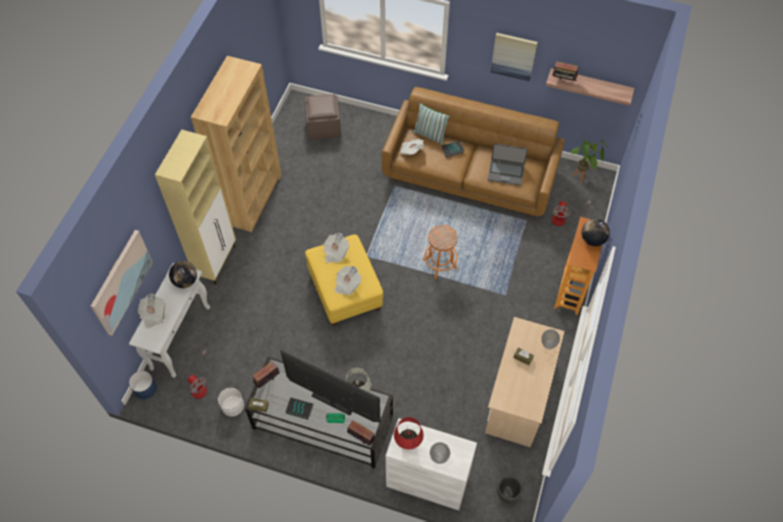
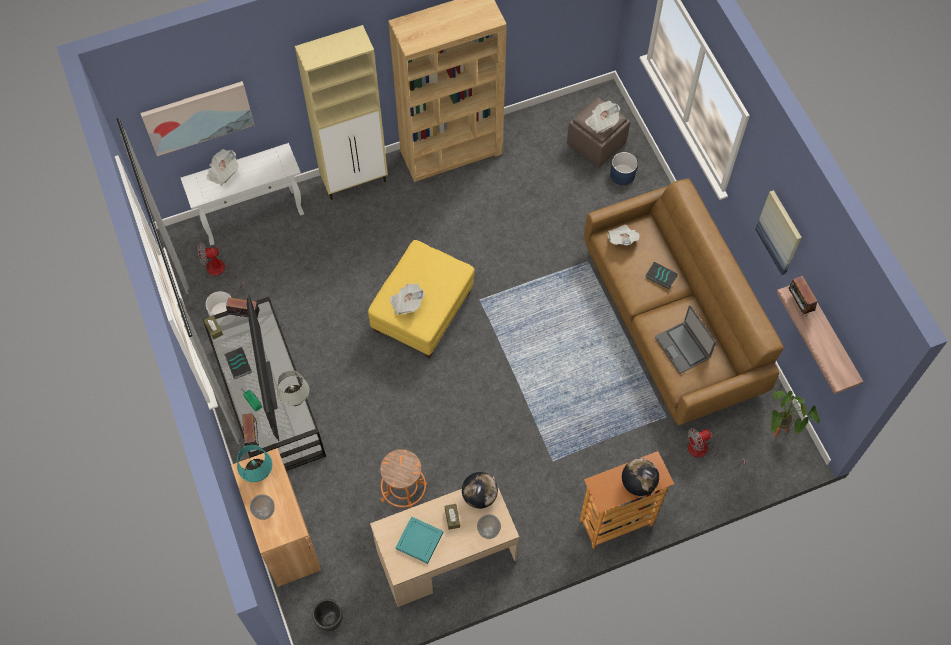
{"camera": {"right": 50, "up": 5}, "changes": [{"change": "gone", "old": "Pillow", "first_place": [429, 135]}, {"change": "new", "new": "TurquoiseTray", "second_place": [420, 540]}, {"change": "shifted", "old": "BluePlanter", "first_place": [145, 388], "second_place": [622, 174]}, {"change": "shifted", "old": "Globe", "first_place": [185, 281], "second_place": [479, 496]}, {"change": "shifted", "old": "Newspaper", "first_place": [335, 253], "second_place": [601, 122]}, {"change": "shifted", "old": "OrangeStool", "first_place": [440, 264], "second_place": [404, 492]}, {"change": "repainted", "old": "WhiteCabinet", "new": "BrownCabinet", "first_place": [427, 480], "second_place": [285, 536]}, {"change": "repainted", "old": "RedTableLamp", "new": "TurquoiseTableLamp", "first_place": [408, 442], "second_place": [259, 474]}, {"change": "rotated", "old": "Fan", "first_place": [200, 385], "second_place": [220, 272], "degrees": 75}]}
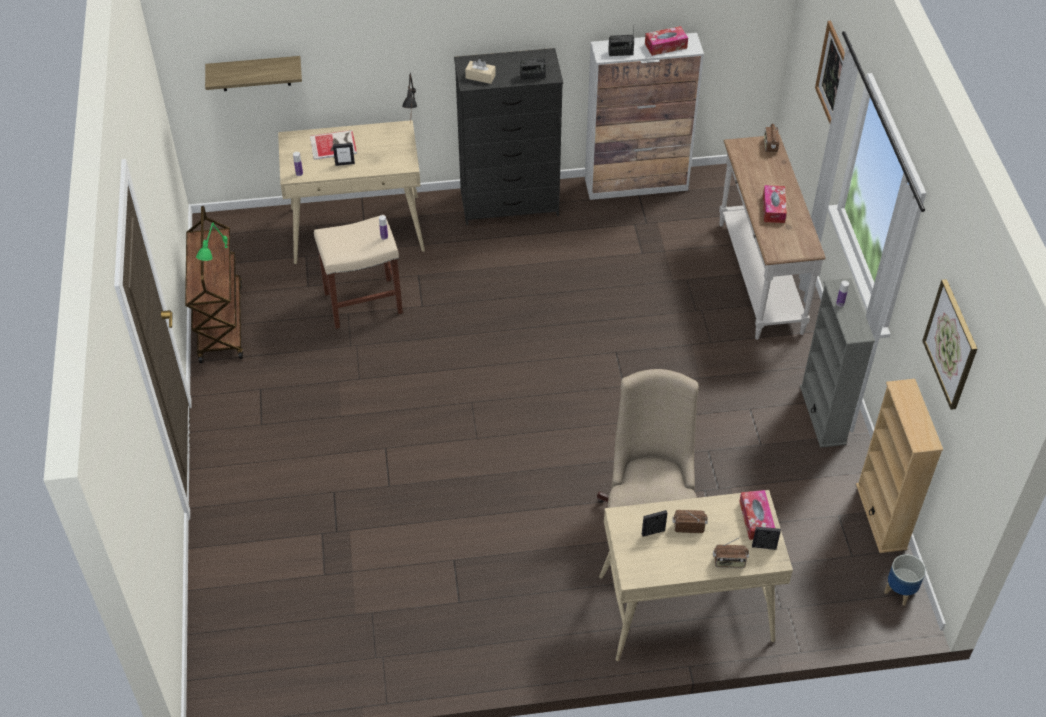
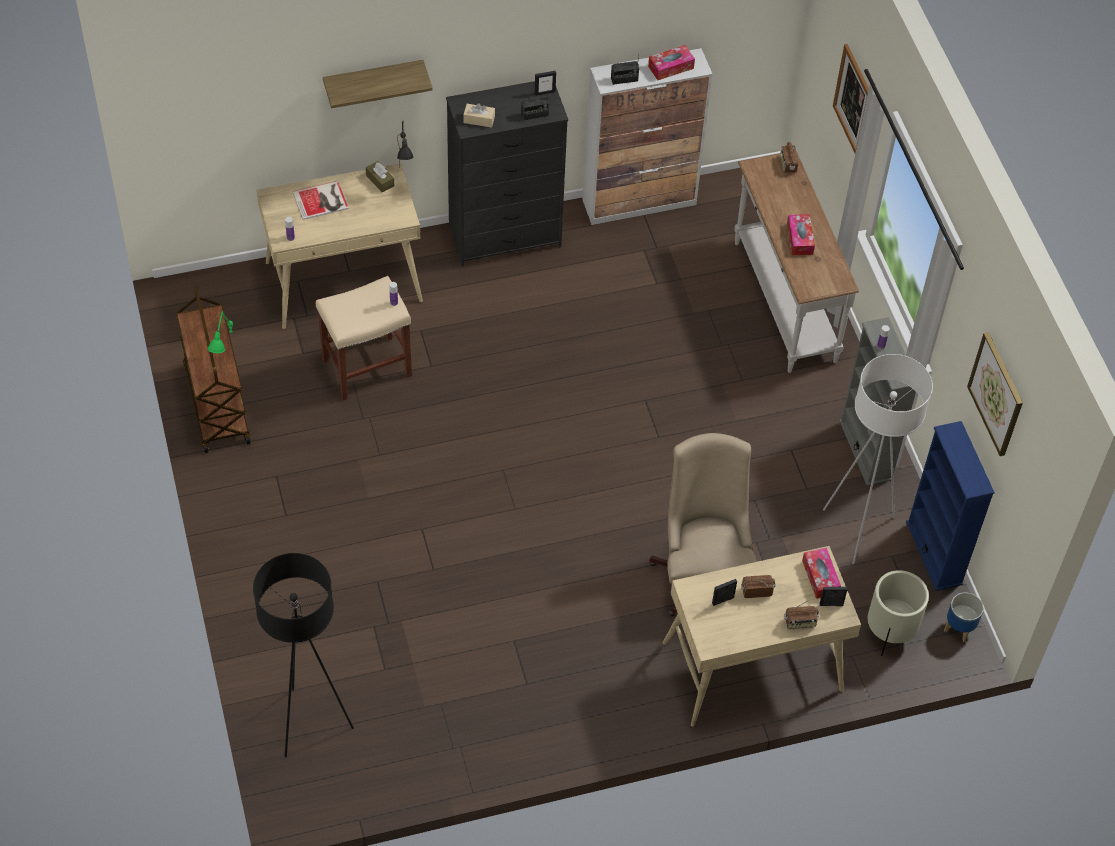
{"camera": {"right": -10, "up": 5}, "changes": [{"change": "new", "new": "BlackFloorLamp", "second_place": [310, 723]}, {"change": "new", "new": "BrownTissueBox", "second_place": [380, 180]}, {"change": "new", "new": "WhiteFloorLamp", "second_place": [858, 530]}, {"change": "new", "new": "BeigePlanter", "second_place": [889, 633]}, {"change": "shifted", "old": "Shelf", "first_place": [255, 73], "second_place": [373, 81]}, {"change": "shifted", "old": "PictureFrame", "first_place": [345, 163], "second_place": [544, 92]}, {"change": "repainted", "old": "BeigeBookcase", "new": "BlueBookcase", "first_place": [881, 516], "second_place": [934, 553]}]}
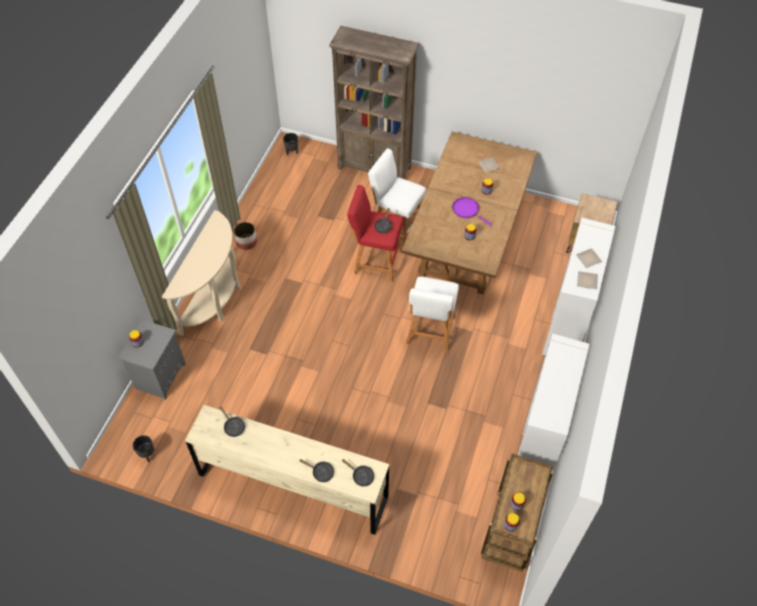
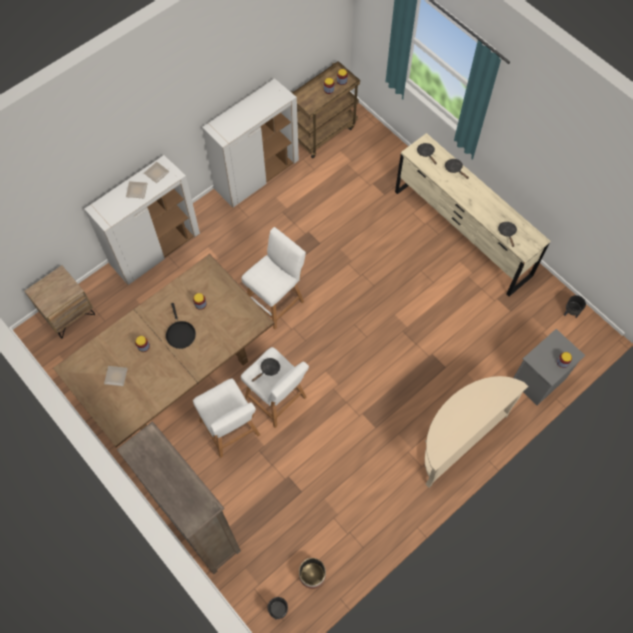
{"camera": {"right": -150, "up": 10}, "changes": [{"change": "shifted", "old": "Planter", "first_place": [246, 242], "second_place": [312, 575]}, {"change": "repainted", "old": "RedStool", "new": "WhiteStool", "first_place": [375, 261], "second_place": [277, 400]}, {"change": "repainted", "old": "PurpleFryingPan", "new": "BlackFryingPan", "first_place": [467, 210], "second_place": [180, 333]}]}
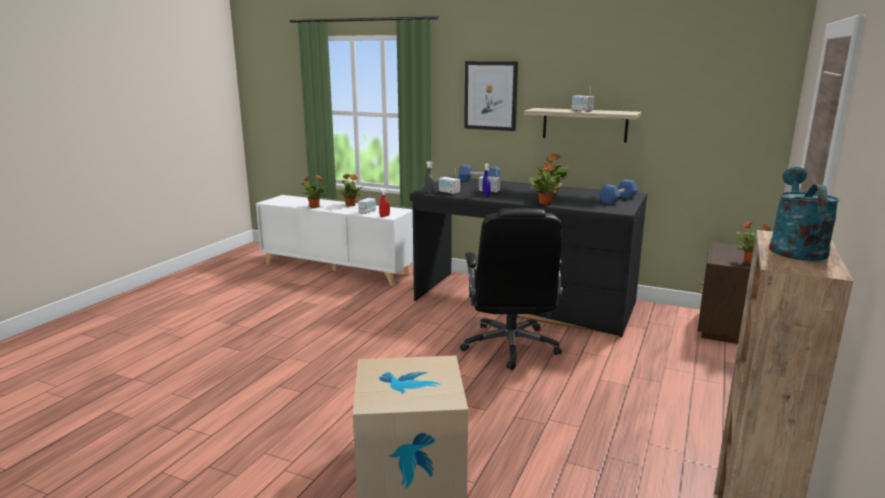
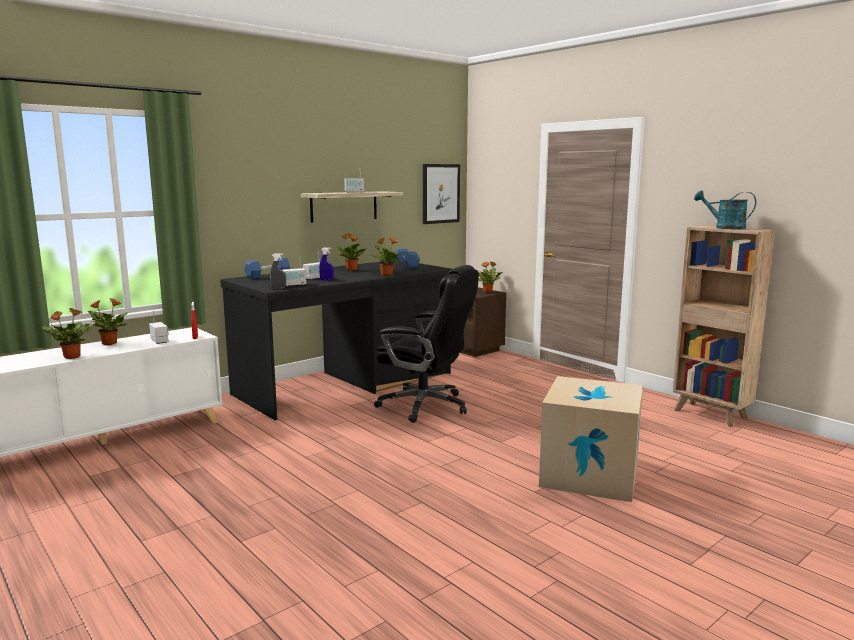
{"camera": {"right": -65, "up": -5}, "changes": [{"change": "shifted", "old": "Picture", "first_place": [491, 95], "second_place": [440, 193]}]}
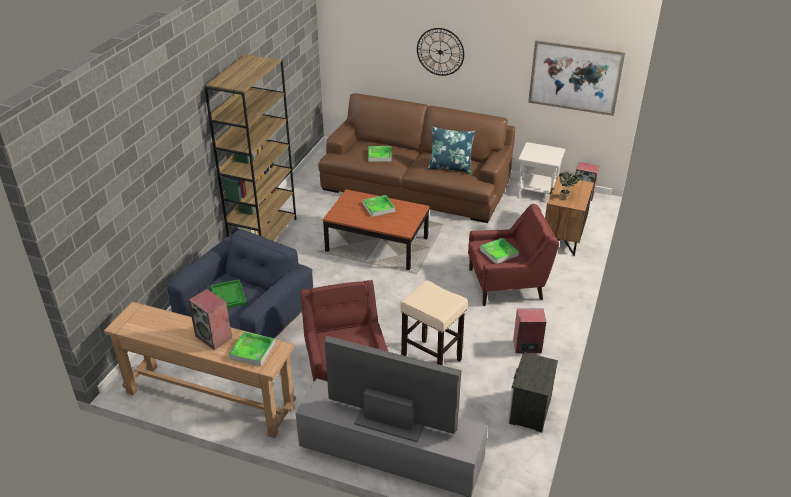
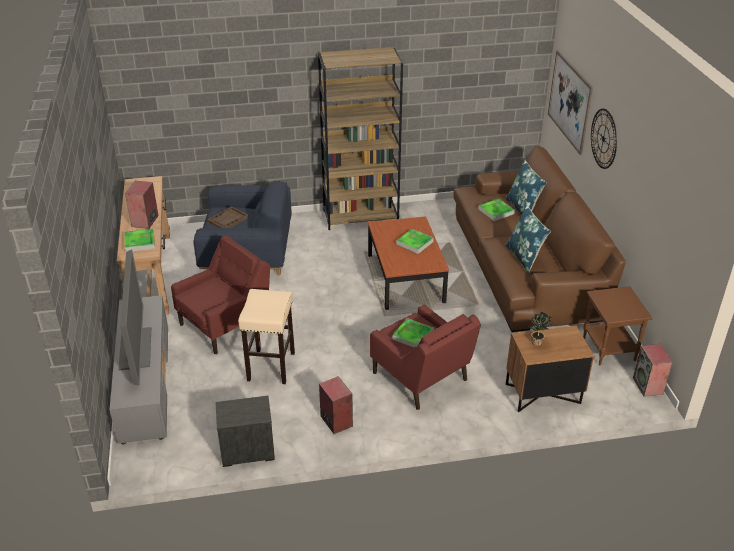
{"camera": {"right": 60, "up": 0}, "changes": [{"change": "new", "new": "BluePillow", "second_place": [523, 208]}, {"change": "shifted", "old": "Picture", "first_place": [575, 78], "second_place": [569, 101]}, {"change": "repainted", "old": "GreenTray", "new": "BrownTray", "first_place": [228, 296], "second_place": [228, 220]}, {"change": "repainted", "old": "WhiteSideTable", "new": "BrownSideTable", "first_place": [537, 192], "second_place": [610, 349]}]}
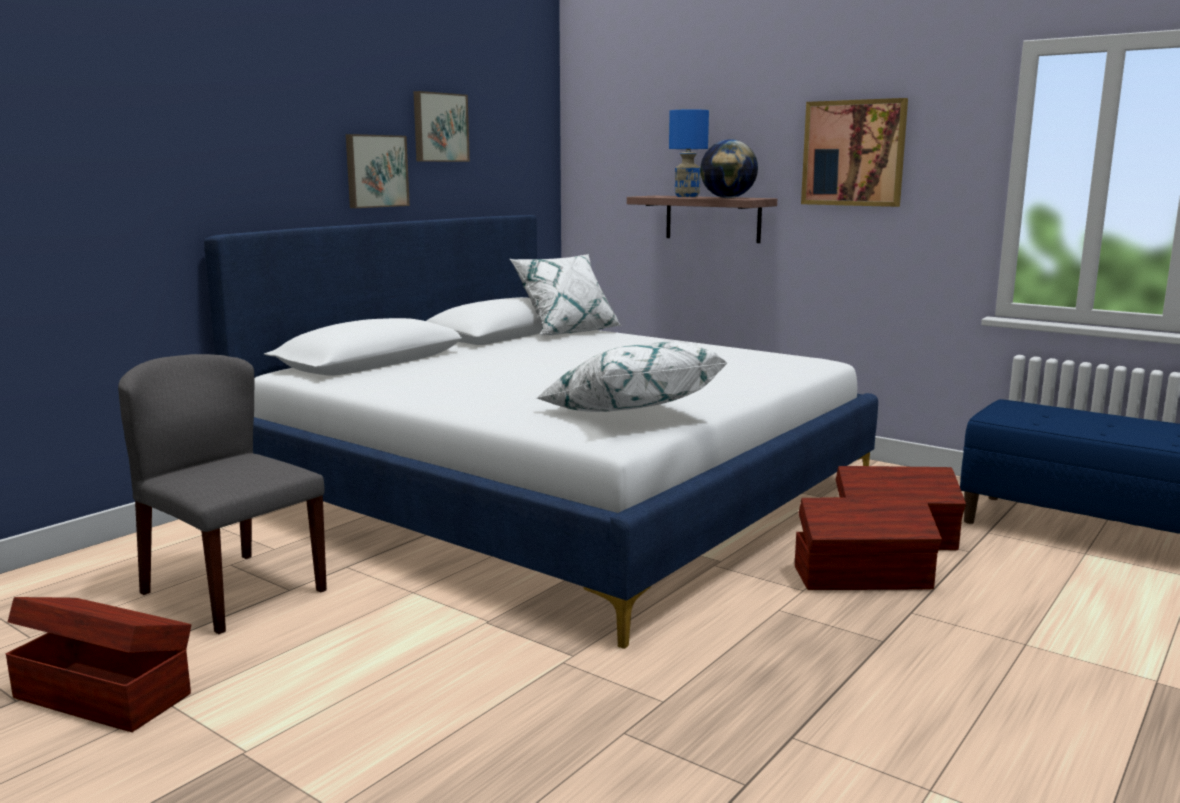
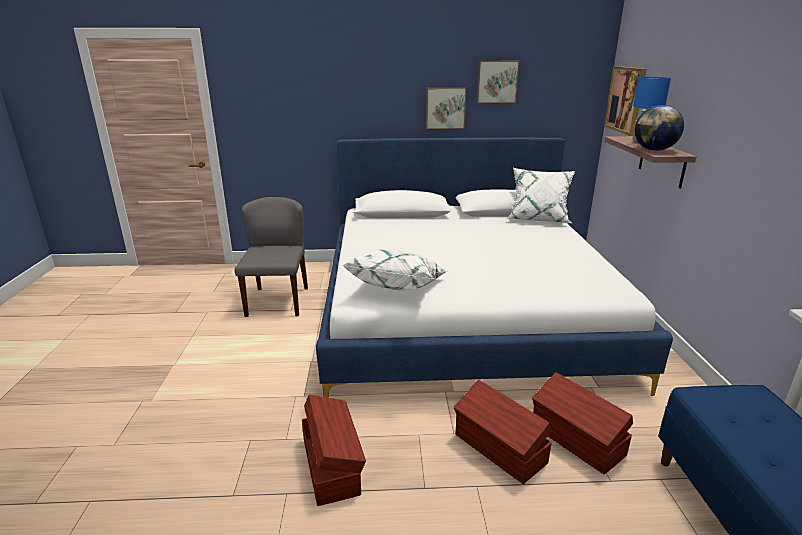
{"camera": {"right": 50, "up": 10}, "changes": [{"change": "shifted", "old": "BrownStorageBox", "first_place": [103, 694], "second_place": [332, 464]}, {"change": "shifted", "old": "Picture", "first_place": [853, 153], "second_place": [625, 99]}]}
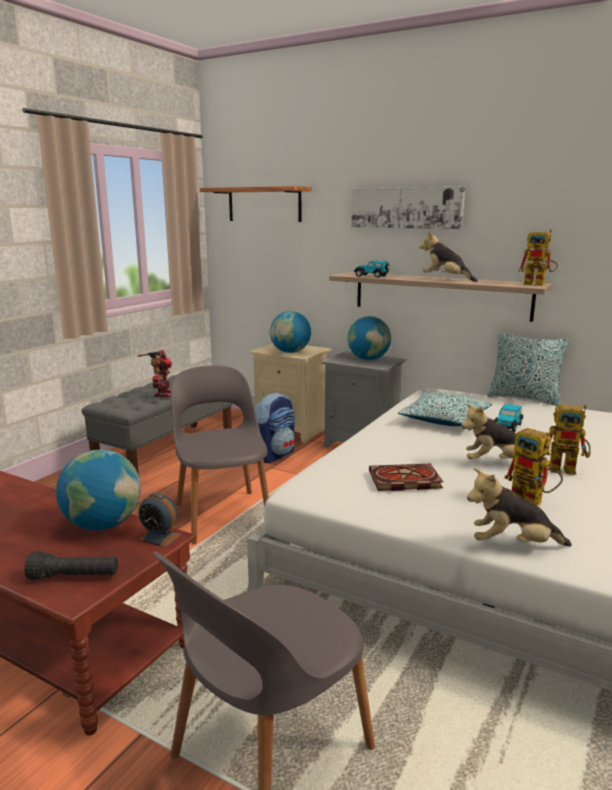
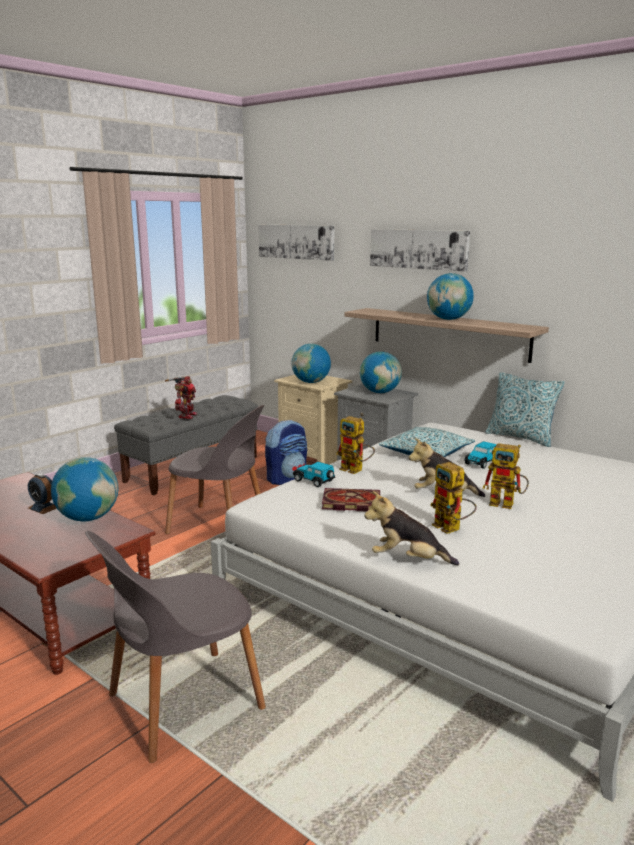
{"camera": {"right": 10, "up": 0}, "changes": [{"change": "gone", "old": "BlackFlashlight", "first_place": [74, 577]}, {"change": "shifted", "old": "AlarmClock", "first_place": [160, 537], "second_place": [43, 507]}, {"change": "shifted", "old": "ToyCar", "first_place": [372, 276], "second_place": [314, 481]}, {"change": "shifted", "old": "ToyRobot", "first_place": [539, 284], "second_place": [356, 470]}, {"change": "swapped", "old": "Shelf", "new": "Picture", "first_place": [264, 204], "second_place": [296, 241]}, {"change": "swapped", "old": "PlushToy", "new": "Globe", "first_place": [446, 279], "second_place": [449, 319]}, {"change": "rotated", "old": "GreyChair", "first_place": [222, 514], "second_place": [219, 526], "degrees": 120}]}
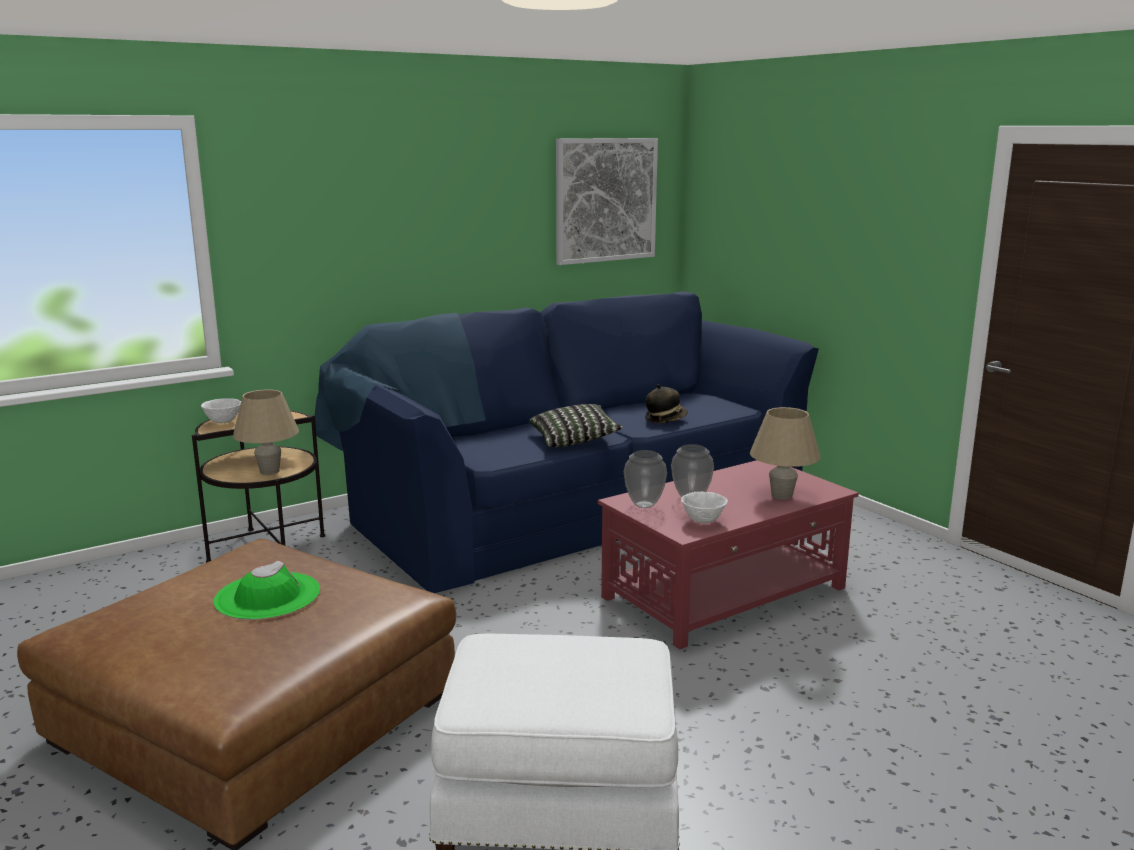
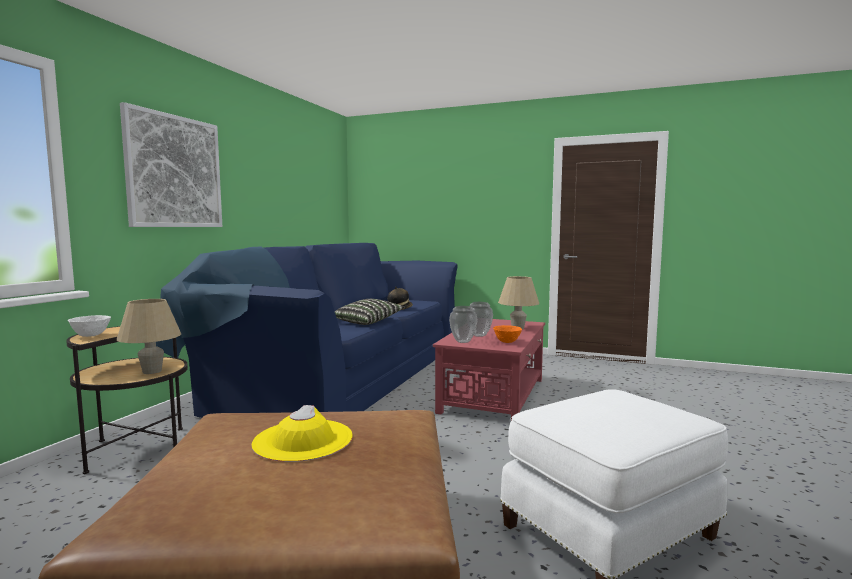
{"camera": {"right": -35, "up": -10}, "changes": [{"change": "shifted", "old": "Picture", "first_place": [606, 200], "second_place": [174, 172]}, {"change": "repainted", "old": "GreenHat", "new": "YellowHat", "first_place": [267, 596], "second_place": [303, 440]}, {"change": "repainted", "old": "WhiteBowl", "new": "OrangeBowl", "first_place": [703, 521], "second_place": [507, 342]}]}
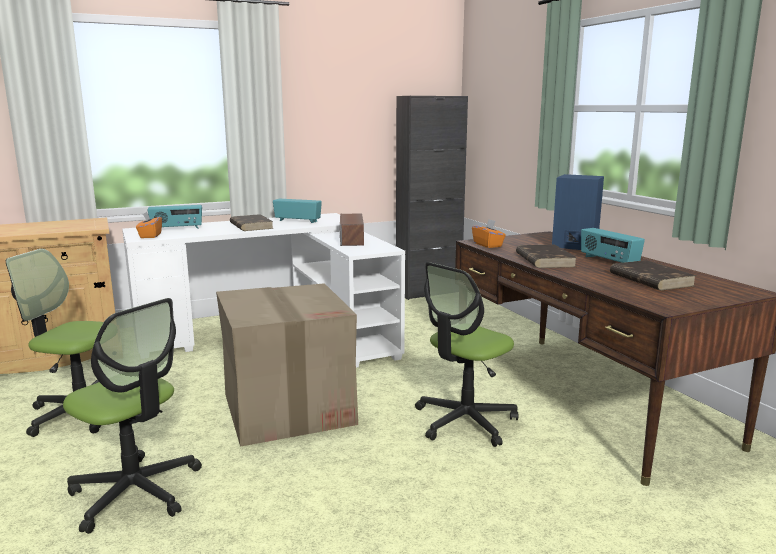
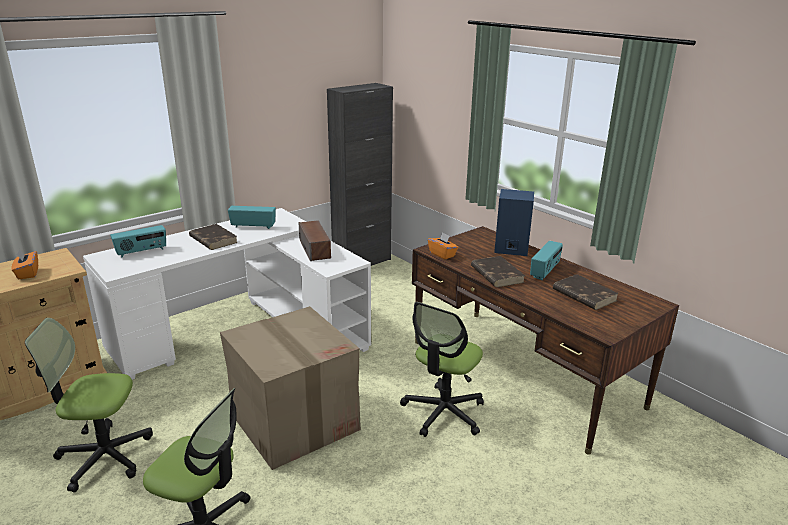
{"camera": {"right": -15, "up": 10}, "changes": [{"change": "shifted", "old": "OrangeTissueBox", "first_place": [150, 236], "second_place": [27, 273]}, {"change": "rotated", "old": "Radio", "first_place": [608, 261], "second_place": [545, 271], "degrees": -105}]}
